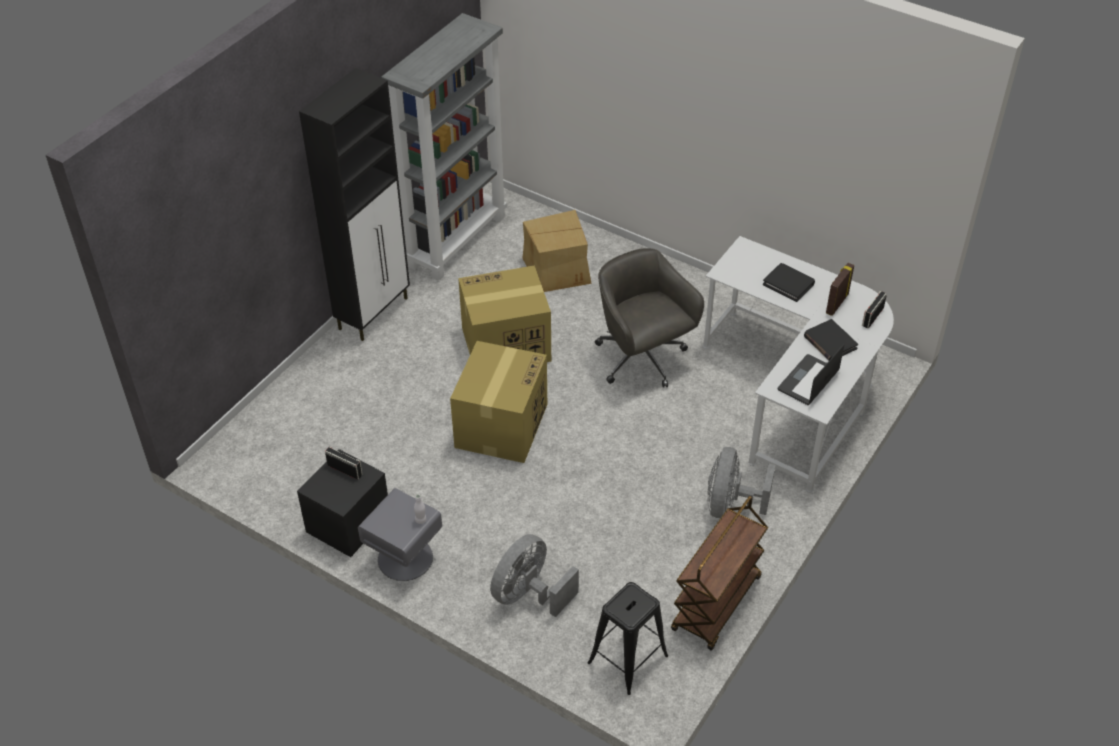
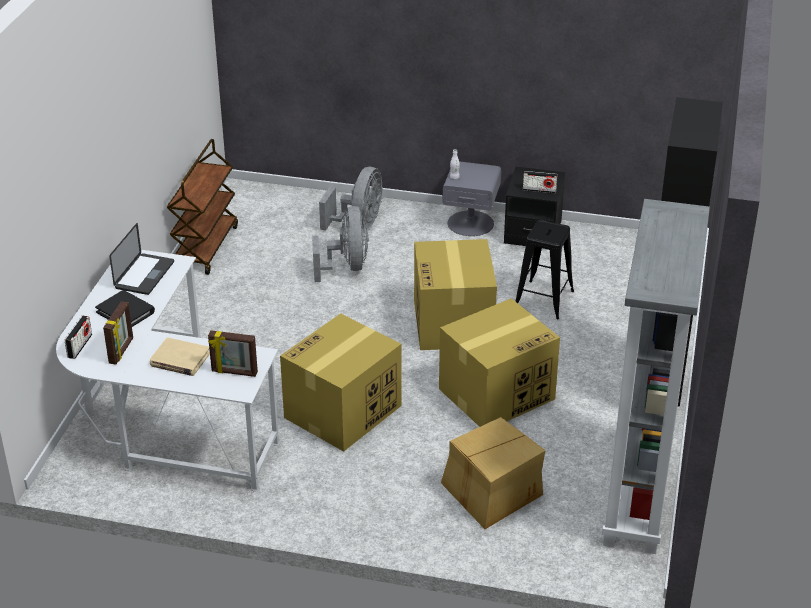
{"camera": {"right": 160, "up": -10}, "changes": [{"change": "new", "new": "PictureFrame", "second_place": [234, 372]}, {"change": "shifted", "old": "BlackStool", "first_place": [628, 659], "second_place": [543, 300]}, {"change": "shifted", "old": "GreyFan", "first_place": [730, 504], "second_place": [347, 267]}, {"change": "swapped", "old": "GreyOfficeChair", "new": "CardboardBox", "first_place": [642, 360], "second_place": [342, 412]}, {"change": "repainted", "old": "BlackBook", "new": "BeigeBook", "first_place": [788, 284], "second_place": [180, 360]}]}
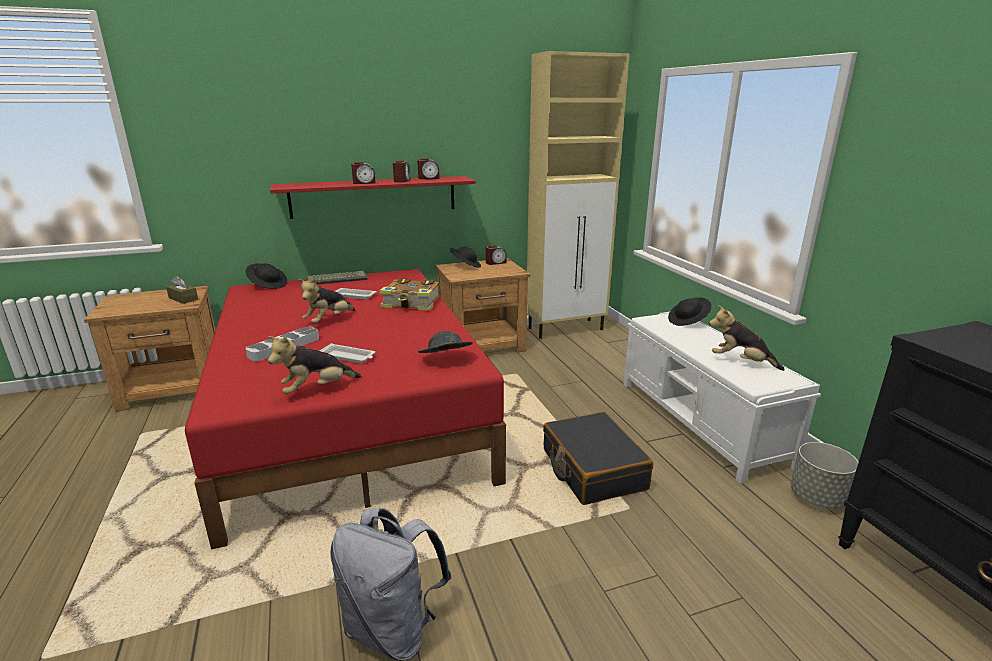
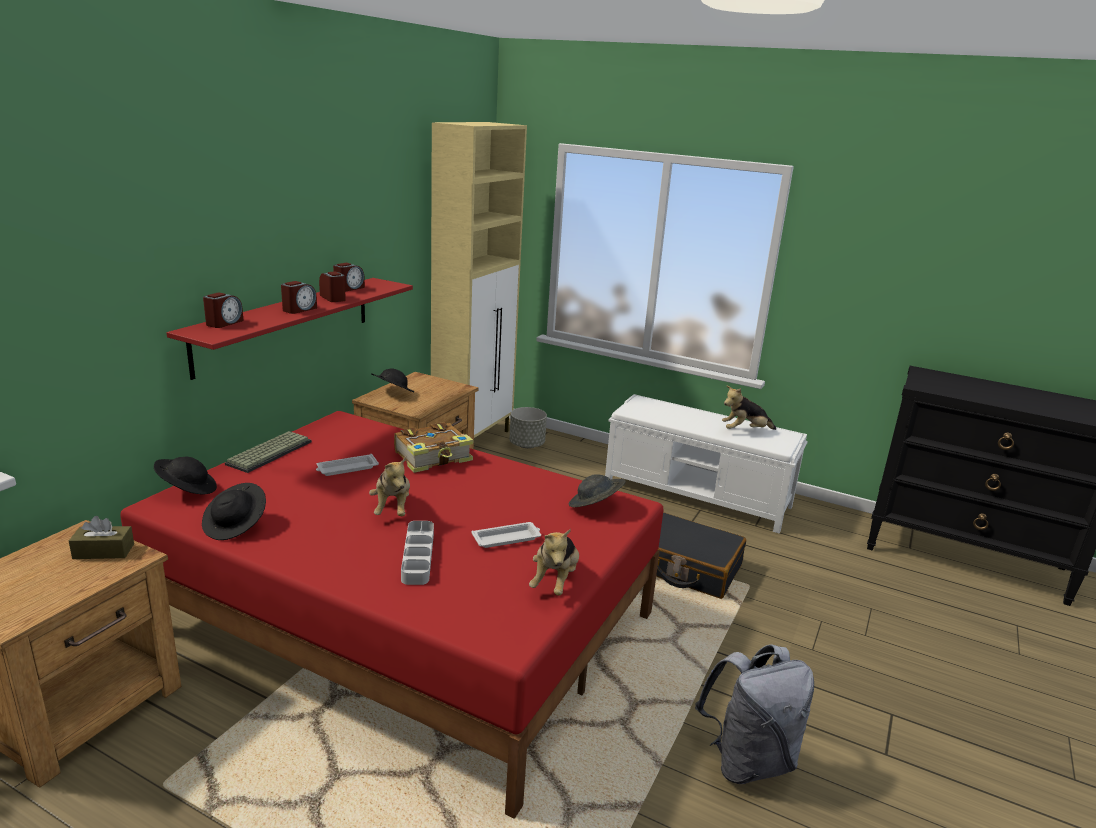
{"camera": {"right": -45, "up": 0}, "changes": [{"change": "shifted", "old": "AlarmClock", "first_place": [495, 263], "second_place": [224, 323]}, {"change": "shifted", "old": "BlackHat", "first_place": [688, 321], "second_place": [236, 525]}, {"change": "shifted", "old": "GreyPlanter", "first_place": [817, 497], "second_place": [527, 445]}]}
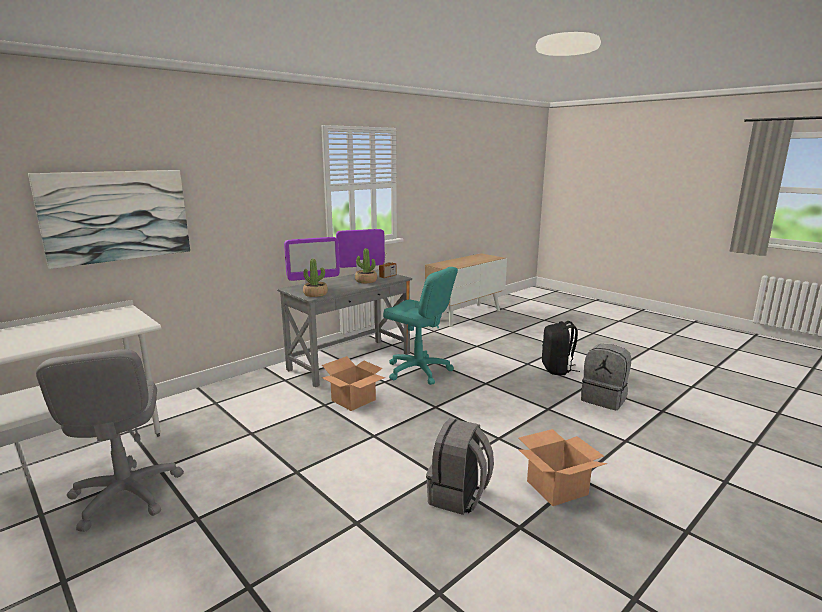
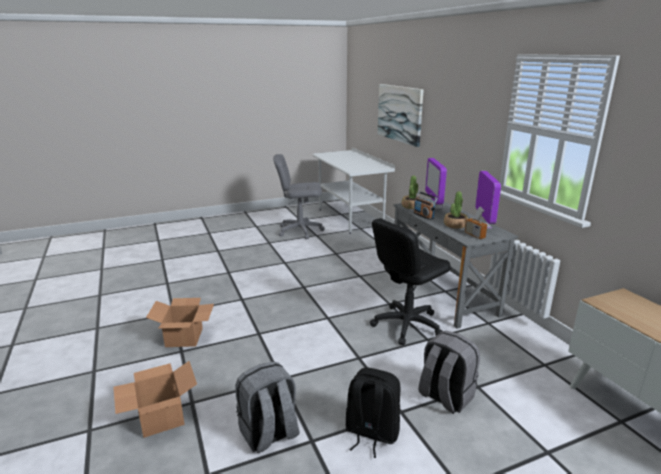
{"camera": {"right": 110, "up": 5}, "changes": [{"change": "new", "new": "Radio", "second_place": [423, 215]}, {"change": "shifted", "old": "CardboardBox", "first_place": [353, 400], "second_place": [162, 417]}, {"change": "shifted", "old": "GreyBackpack", "first_place": [458, 496], "second_place": [445, 396]}, {"change": "repainted", "old": "TurquoiseOfficeChair", "new": "BlackOfficeChair", "first_place": [418, 371], "second_place": [406, 325]}]}
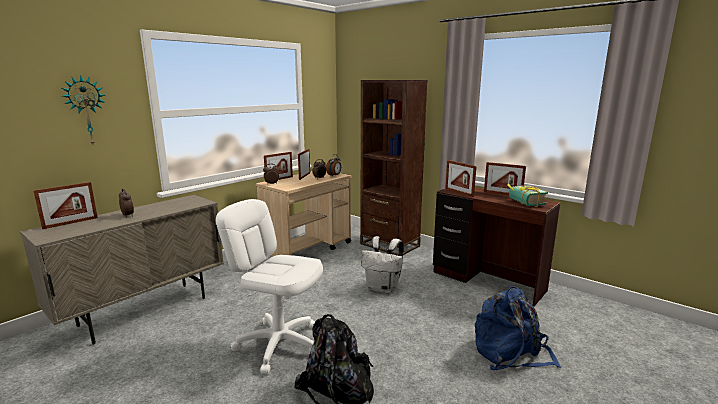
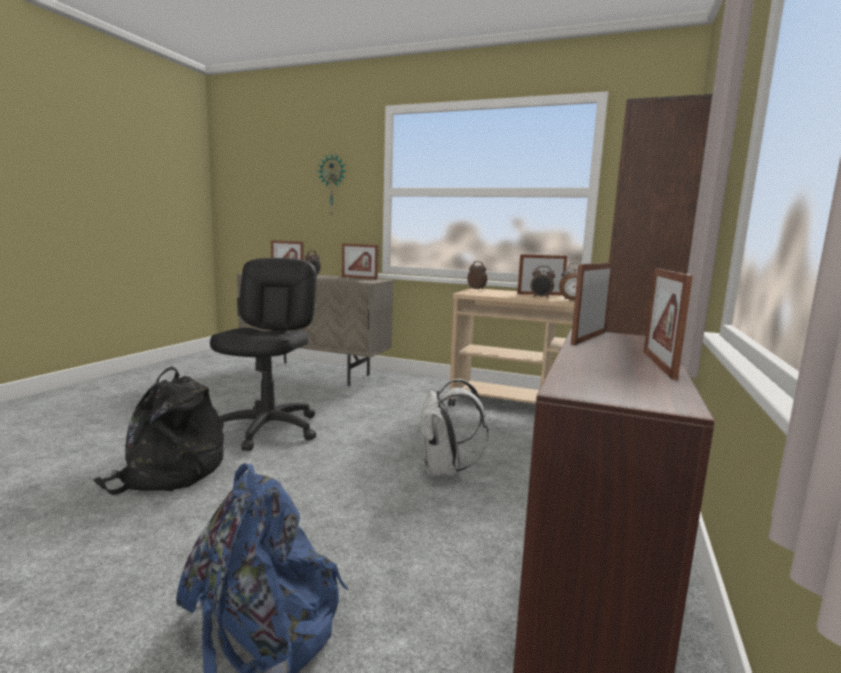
{"camera": {"right": 70, "up": -5}, "changes": [{"change": "gone", "old": "Book", "first_place": [523, 203]}, {"change": "shifted", "old": "PictureFrame", "first_place": [279, 179], "second_place": [359, 278]}, {"change": "repainted", "old": "WhiteOfficeChair", "new": "BlackOfficeChair", "first_place": [279, 344], "second_place": [269, 429]}]}
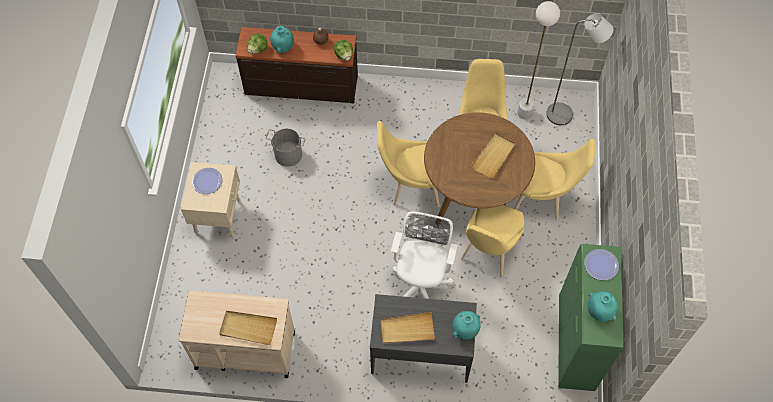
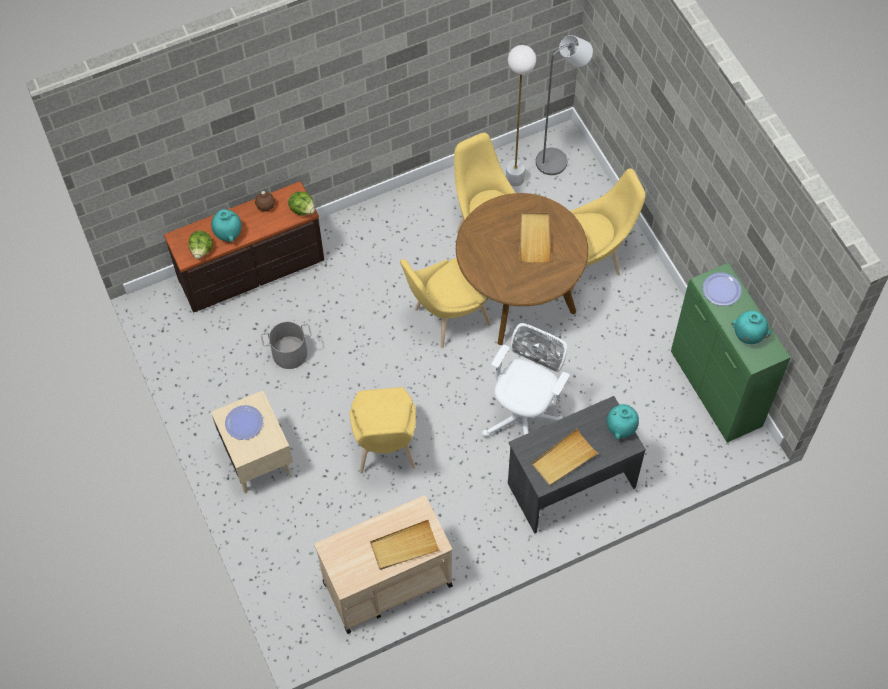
{"camera": {"right": -30, "up": 0}, "changes": [{"change": "shifted", "old": "YellowChair", "first_place": [488, 252], "second_place": [385, 449]}, {"change": "rotated", "old": "WhiteOfficeChair", "first_place": [420, 284], "second_place": [524, 415], "degrees": 45}]}
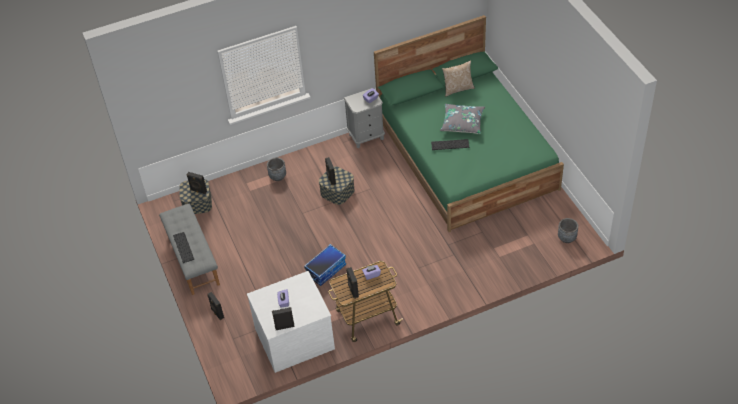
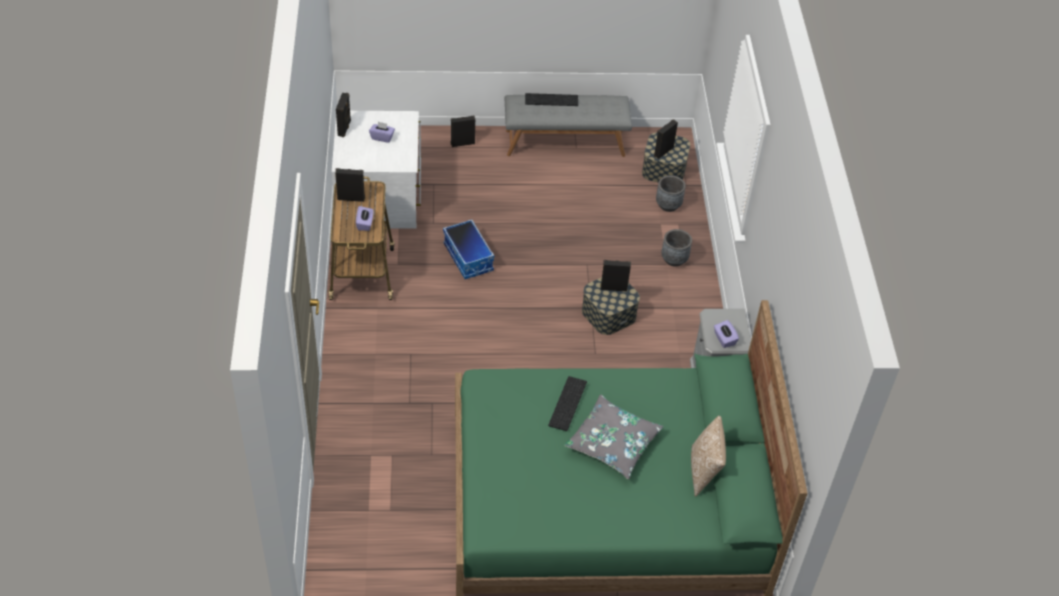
{"camera": {"right": 105, "up": 0}, "changes": [{"change": "shifted", "old": "GreyPlanter", "first_place": [567, 238], "second_place": [668, 205]}]}
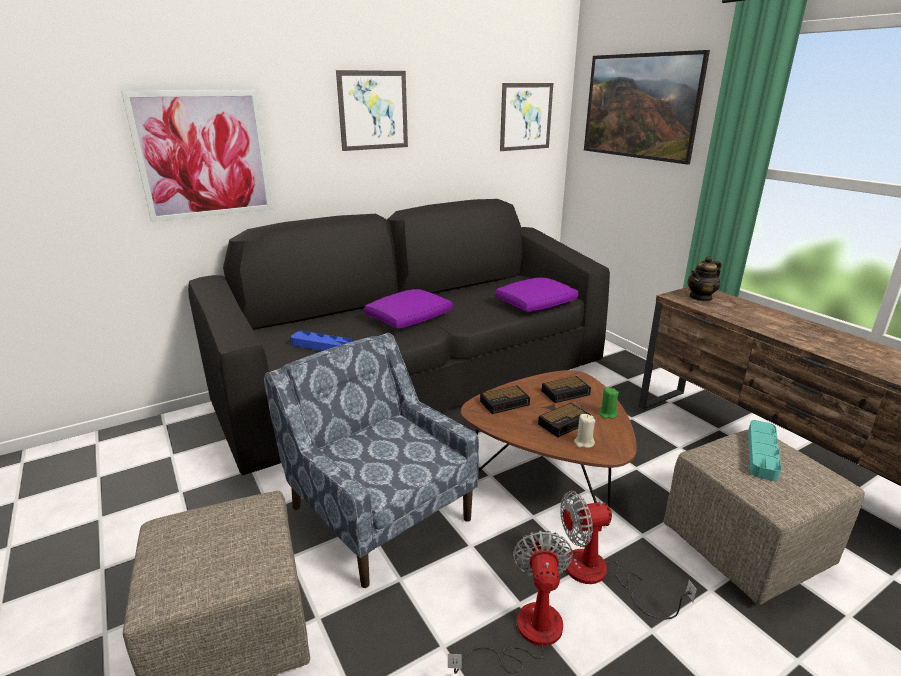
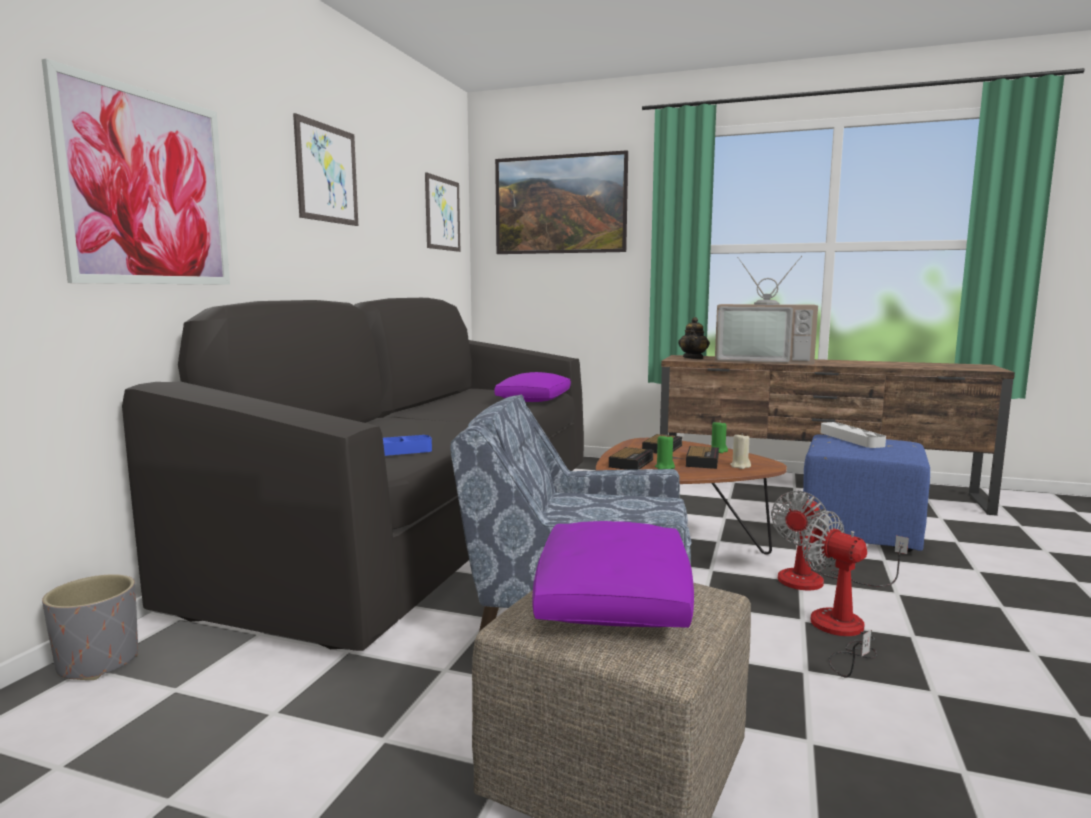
{"camera": {"right": -40, "up": -15}, "changes": [{"change": "new", "new": "GreyPlanter", "second_place": [98, 663]}, {"change": "new", "new": "GreenCandle", "second_place": [664, 467]}, {"change": "new", "new": "Television", "second_place": [764, 360]}, {"change": "shifted", "old": "PurplePillow", "first_place": [409, 318], "second_place": [613, 598]}, {"change": "repainted", "old": "BeigeOttoman", "new": "BlueOttoman", "first_place": [747, 548], "second_place": [861, 532]}, {"change": "repainted", "old": "TurquoiseTray", "new": "GreyTray", "first_place": [762, 453], "second_place": [851, 439]}]}
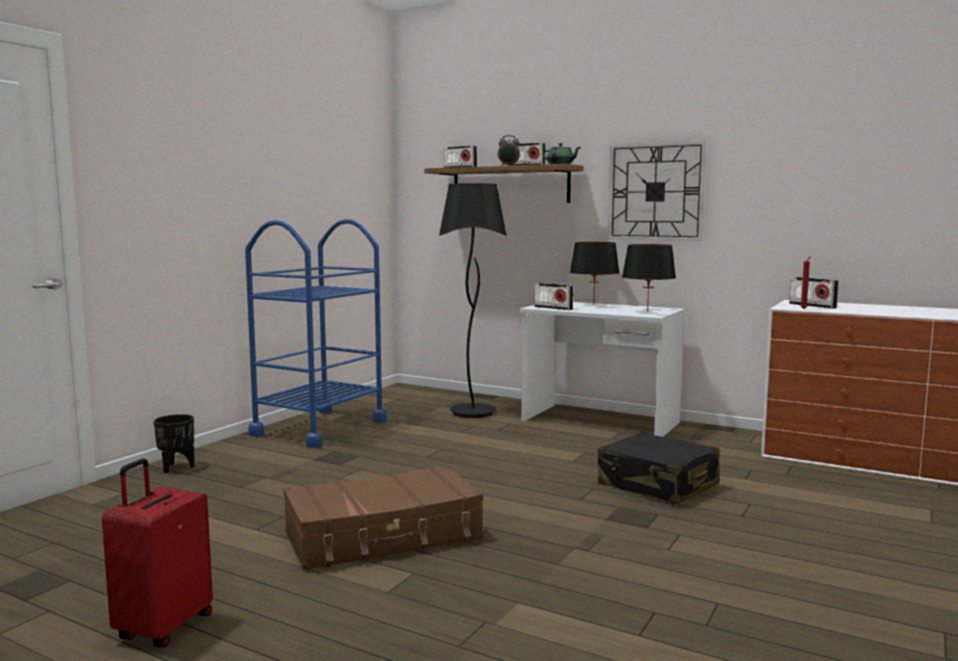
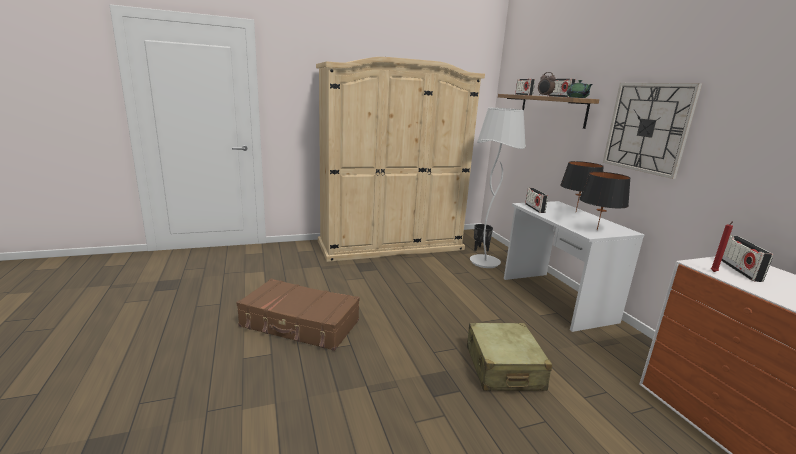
{"camera": {"right": 40, "up": 10}, "changes": [{"change": "gone", "old": "RedSuitcase", "first_place": [163, 627]}, {"change": "shifted", "old": "BlackPlanter", "first_place": [176, 467], "second_place": [480, 249]}, {"change": "swapped", "old": "BlueCart", "new": "BeigeWardrobe", "first_place": [319, 428], "second_place": [391, 245]}, {"change": "repainted", "old": "BlackFloorLamp", "new": "WhiteFloorLamp", "first_place": [473, 412], "second_place": [484, 262]}, {"change": "repainted", "old": "BlackSuitcase", "new": "BeigeSuitcase", "first_place": [657, 485], "second_place": [503, 368]}]}
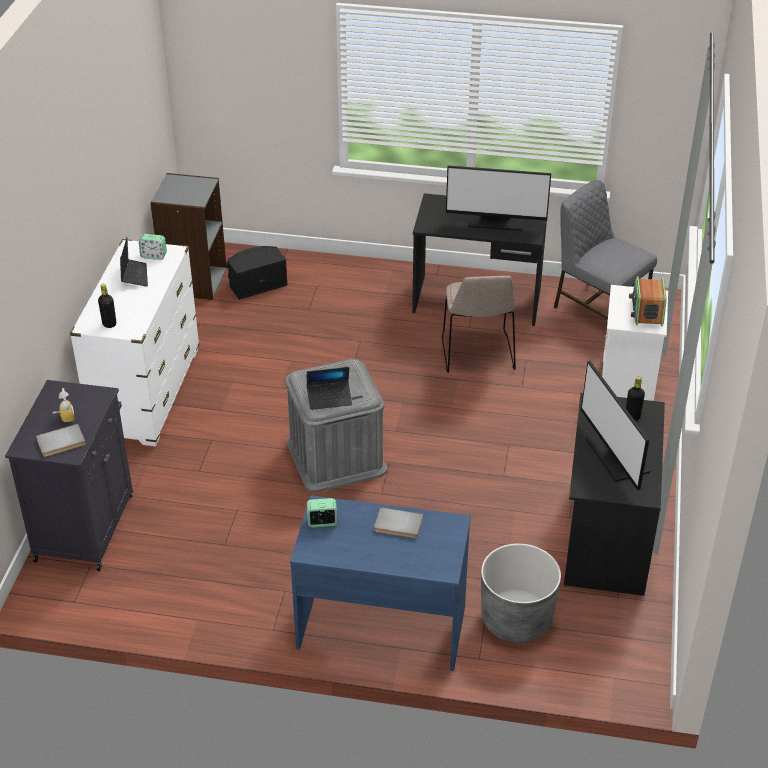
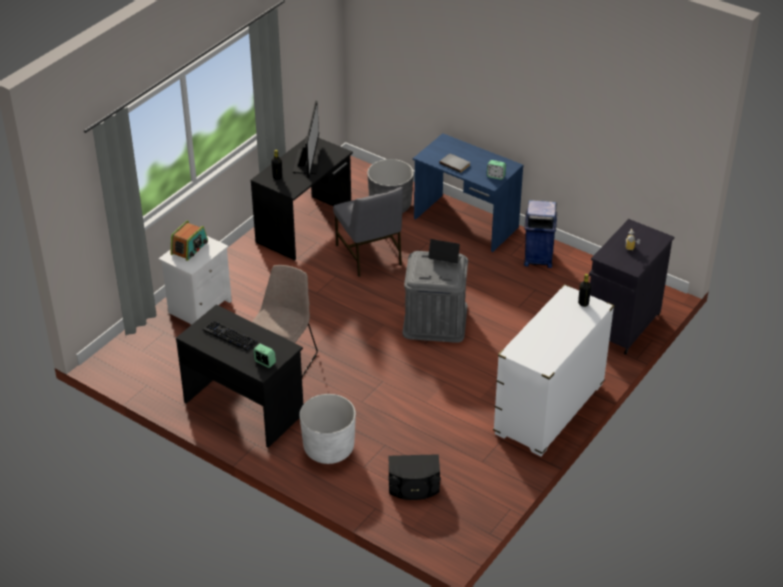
{"camera": {"right": -155, "up": 0}, "changes": [{"change": "gone", "old": "GreyBook", "first_place": [61, 443]}, {"change": "gone", "old": "Laptop", "first_place": [134, 276]}, {"change": "gone", "old": "GreyBookcase", "first_place": [193, 281]}, {"change": "new", "new": "WhitePlanter", "second_place": [329, 448]}, {"change": "new", "new": "BlueTrashCan", "second_place": [537, 258]}, {"change": "shifted", "old": "AlarmClock", "first_place": [154, 256], "second_place": [265, 362]}, {"change": "shifted", "old": "GreyChair", "first_place": [598, 307], "second_place": [370, 255]}, {"change": "swapped", "old": "Monitor", "new": "Keyboard", "first_place": [496, 221], "second_place": [229, 335]}]}
